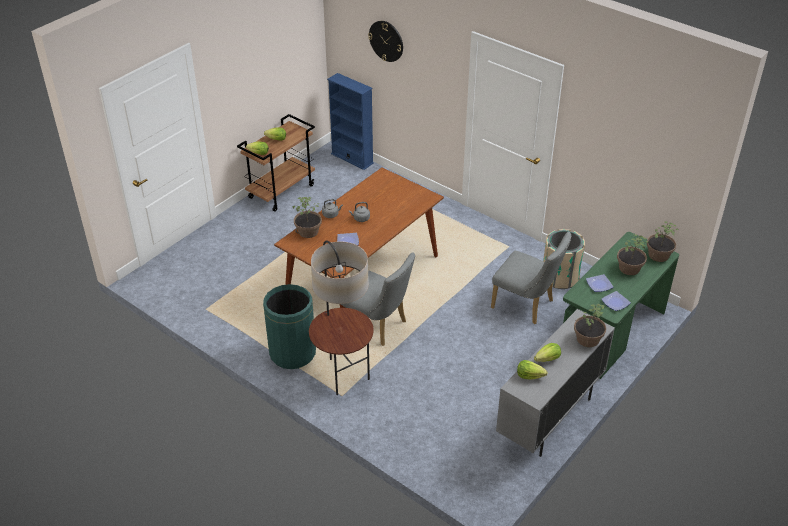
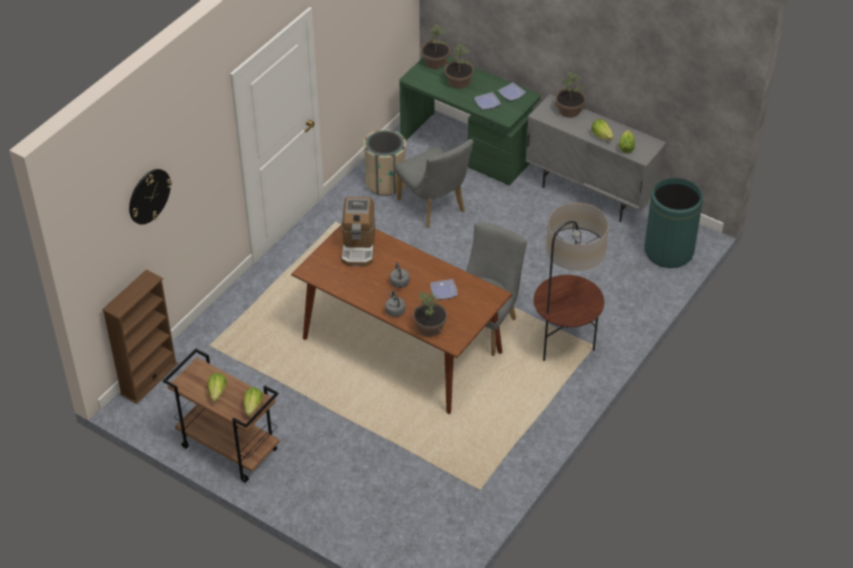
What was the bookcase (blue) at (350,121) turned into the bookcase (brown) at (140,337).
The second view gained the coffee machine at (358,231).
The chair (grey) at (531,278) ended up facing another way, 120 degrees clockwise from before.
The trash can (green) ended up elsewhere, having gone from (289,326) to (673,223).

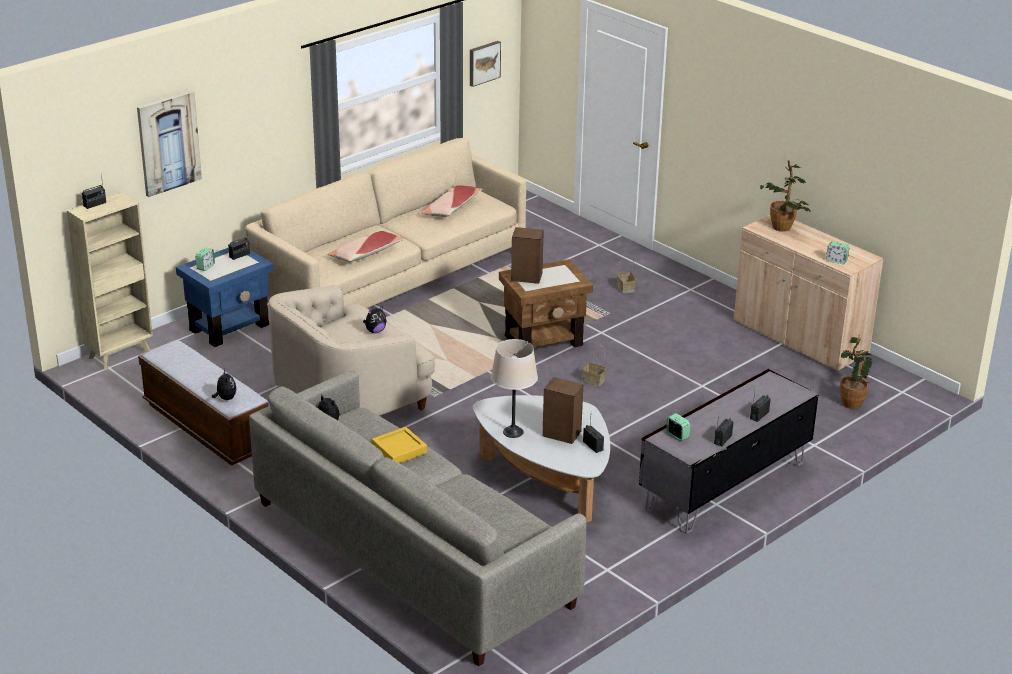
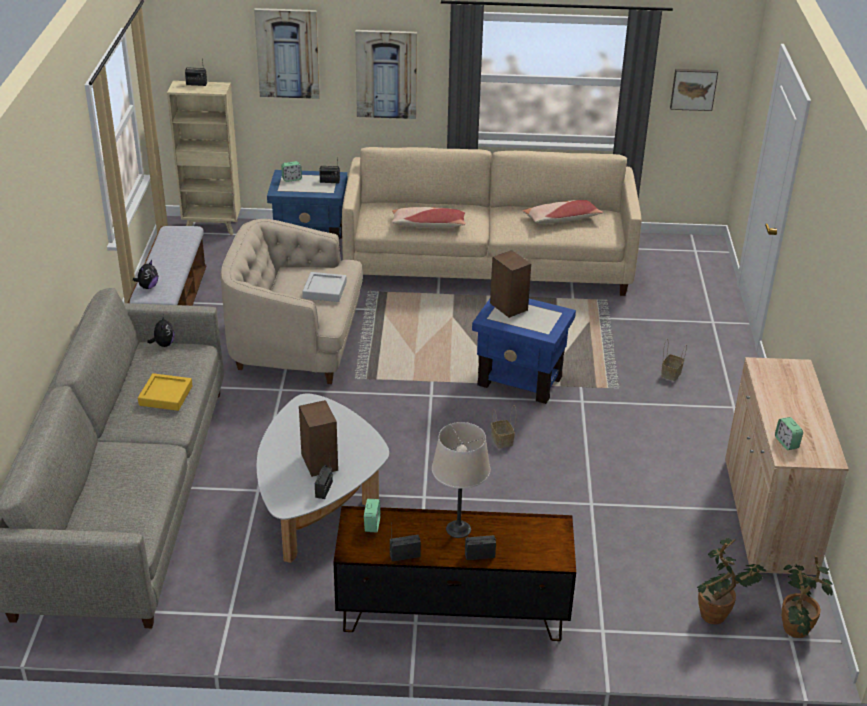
Where the plush toy stood at (374,319), the tray (grey) came to stand at (324,287).
What was the tv stand (grey) at (729,451) turned into the tv stand (brown) at (454,573).
The second view gained the picture at (386,74).
The table lamp (beige) ended up elsewhere, having gone from (514,388) to (461,480).
What was the side table (brown) at (546,303) turned into the side table (blue) at (524,351).
The potted plant ended up elsewhere, having gone from (785,196) to (807,597).

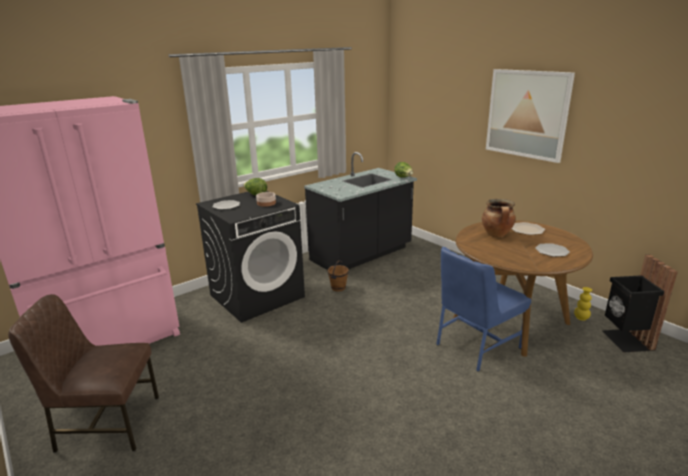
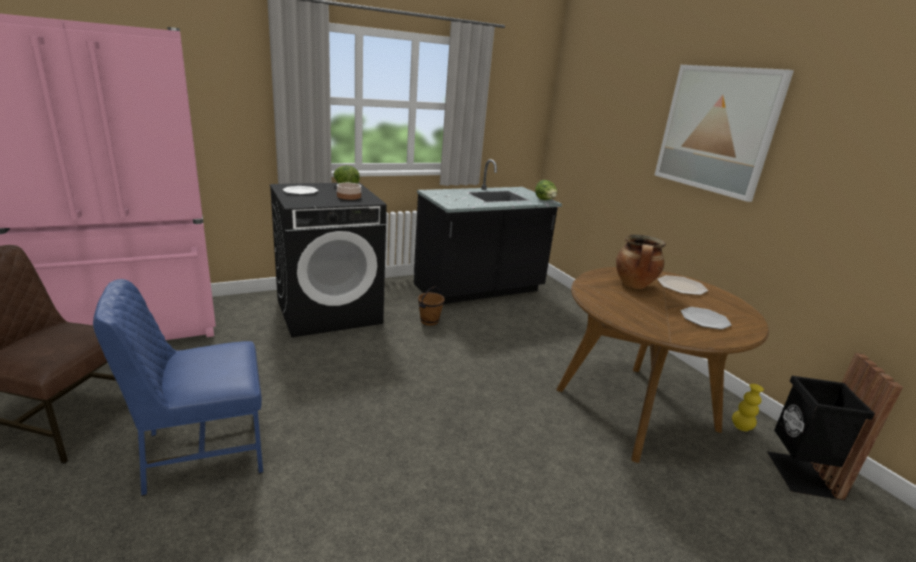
The chair (blue) ended up elsewhere, having gone from (483,309) to (178,387).

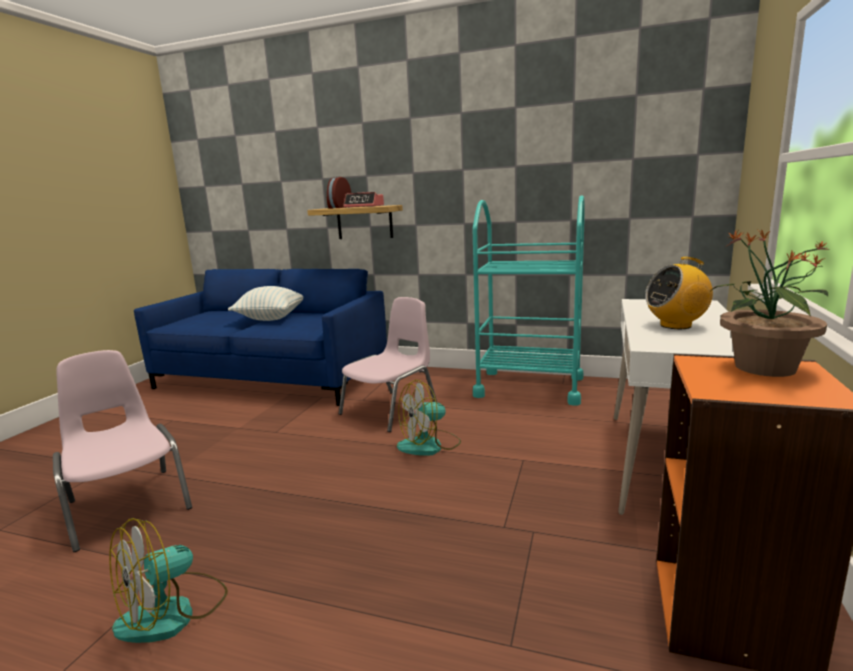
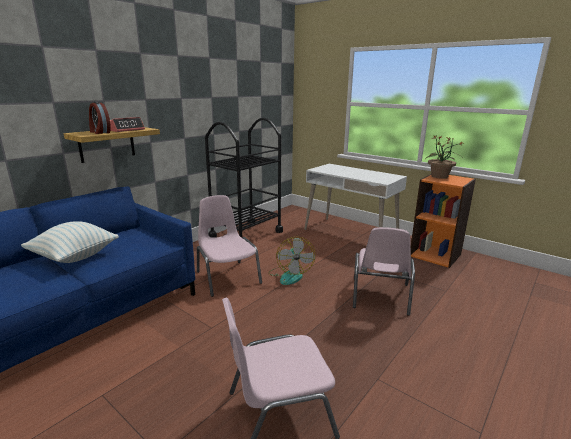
What was the cart (turquoise) at (528,300) turned into the cart (black) at (244,178).
The second view gained the chair (pink) at (384,271).
The second view lost the fan at (168,580).
The second view lost the radio at (679,293).

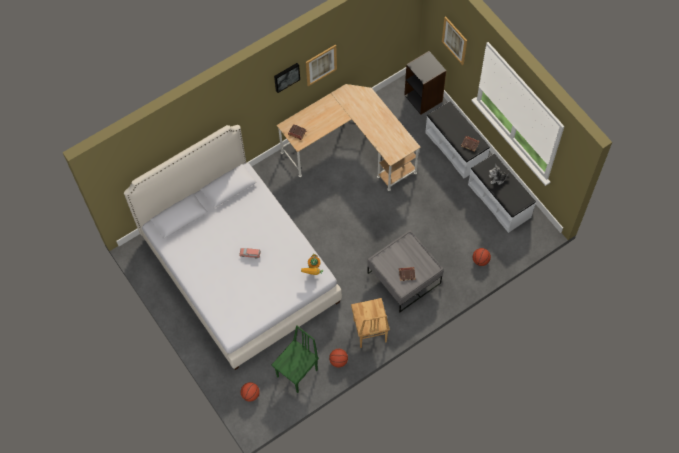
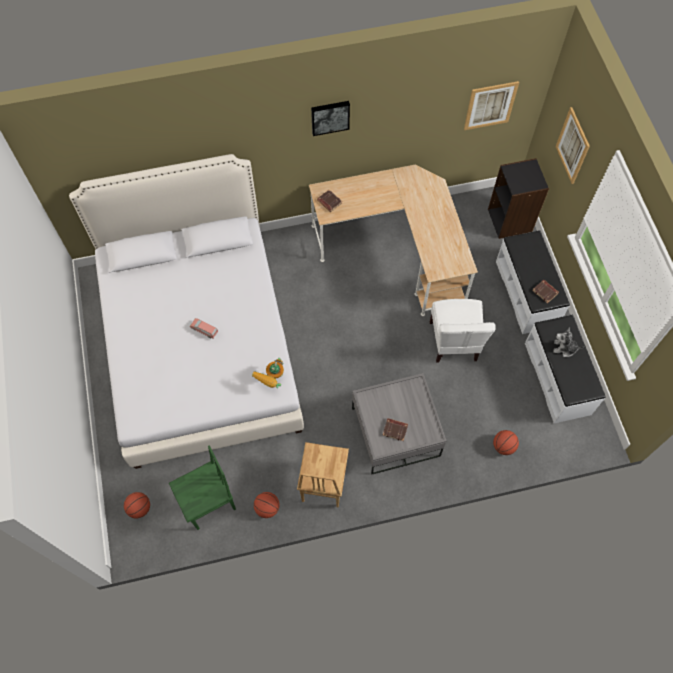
The second view gained the chair (white) at (463,331).
The picture ended up elsewhere, having gone from (321,65) to (491,105).

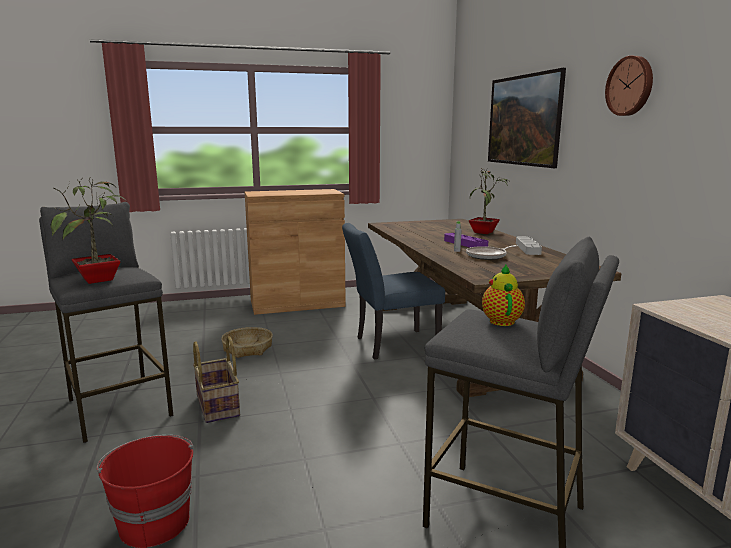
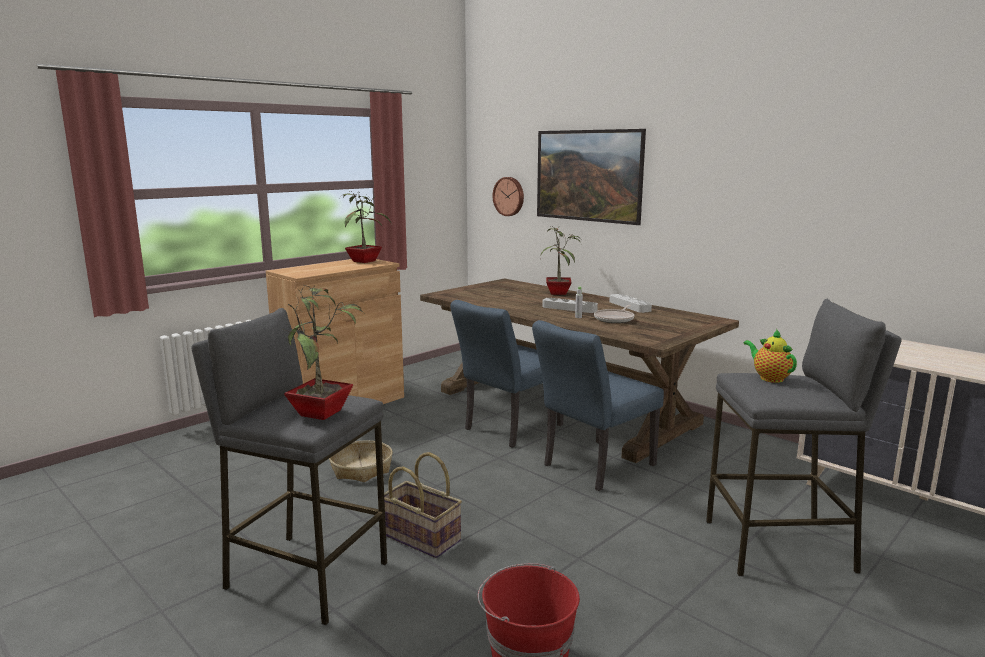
The second view gained the potted plant at (366,227).
The wall clock ended up elsewhere, having gone from (629,86) to (508,196).
The second view gained the chair (blue) at (598,405).
What was the tray (purple) at (466,240) turned into the tray (grey) at (570,305).

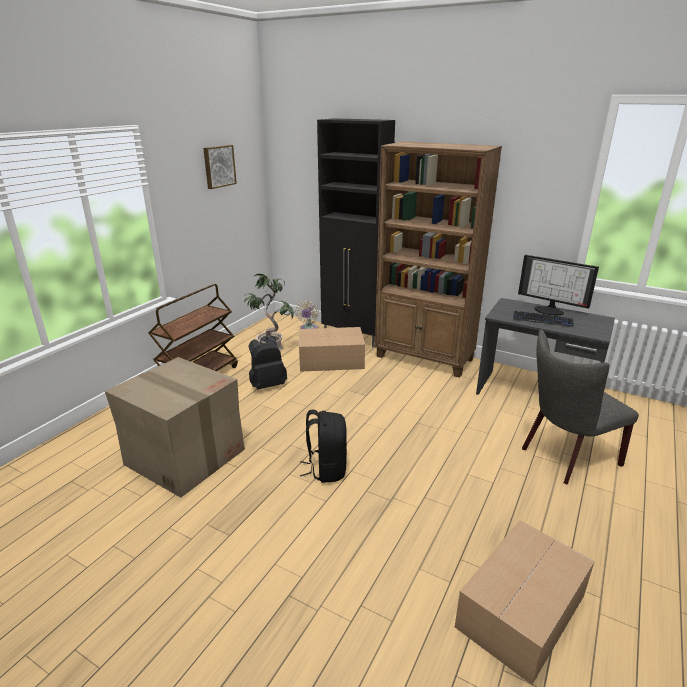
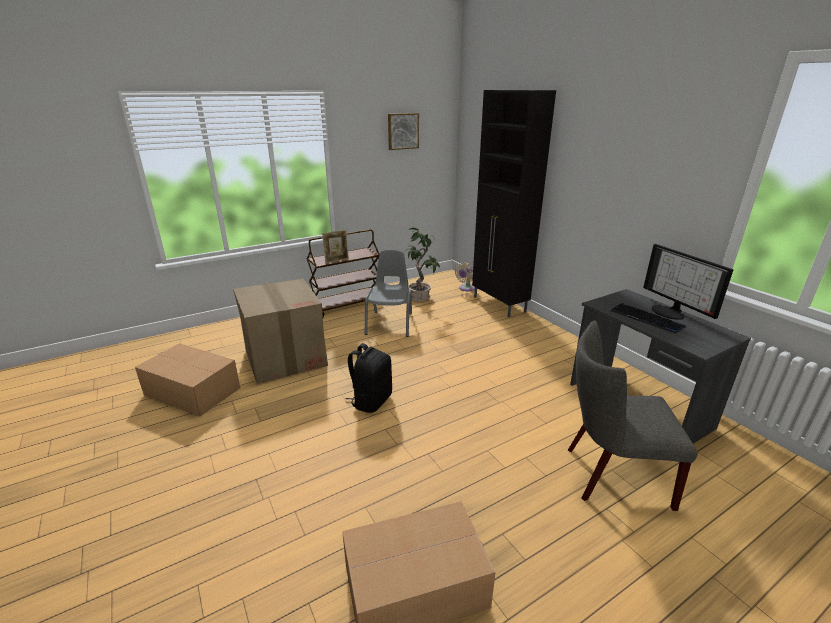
The cardboard box ended up elsewhere, having gone from (332,349) to (187,379).
The second view gained the picture frame at (335,246).
Where the backpack (black) stood at (267,363), the chair (grey) came to stand at (388,293).
The second view lost the bookcase (brown) at (438,259).

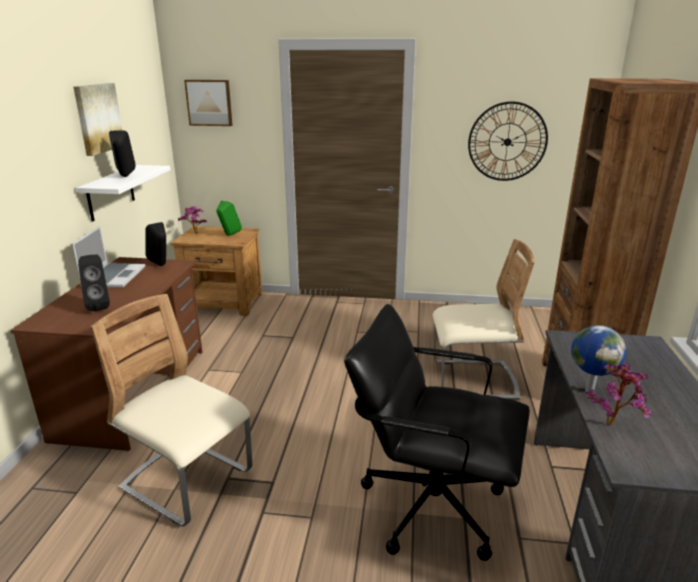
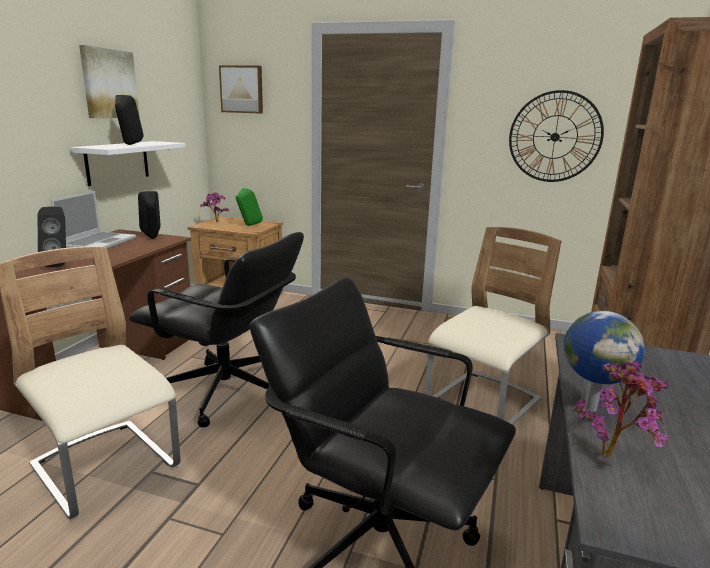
The second view gained the office chair (black) at (216,330).
The chair (beige) at (484,319) ended up facing another way, 60 degrees counterclockwise from before.

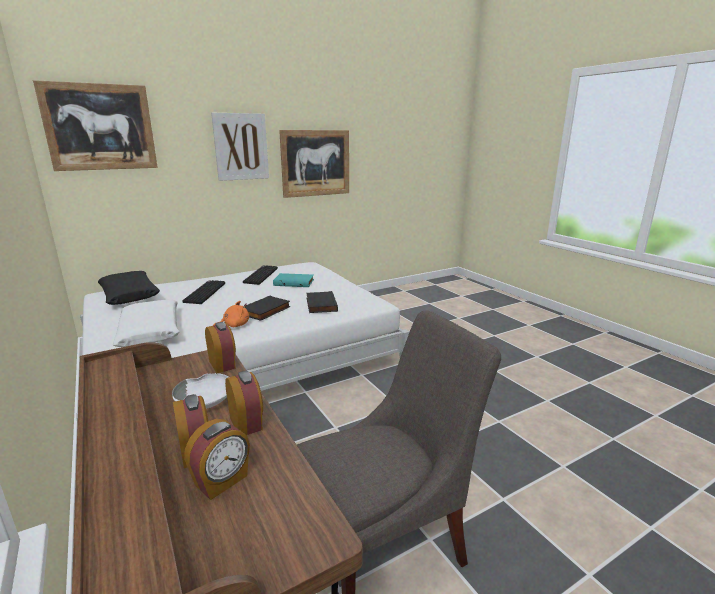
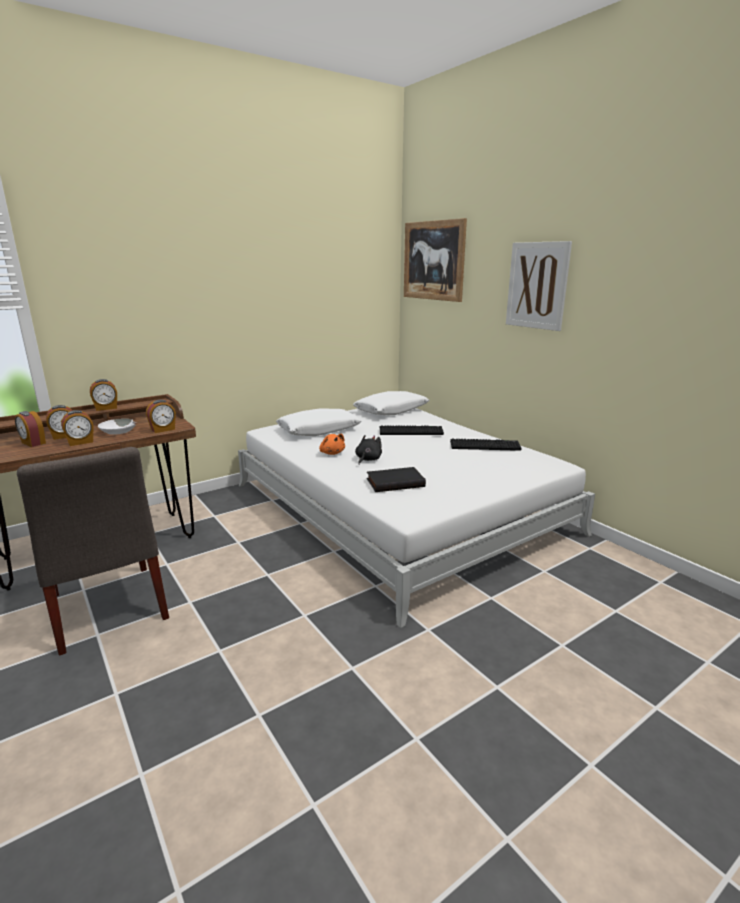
The second view gained the alarm clock at (103,395).
What was the pillow (black) at (129,288) turned into the pillow (white) at (391,403).
Where the book (black) stood at (268,308), the plush toy (black) came to stand at (368,449).
The second view lost the book (turquoise) at (293,280).
The second view lost the picture at (314,164).

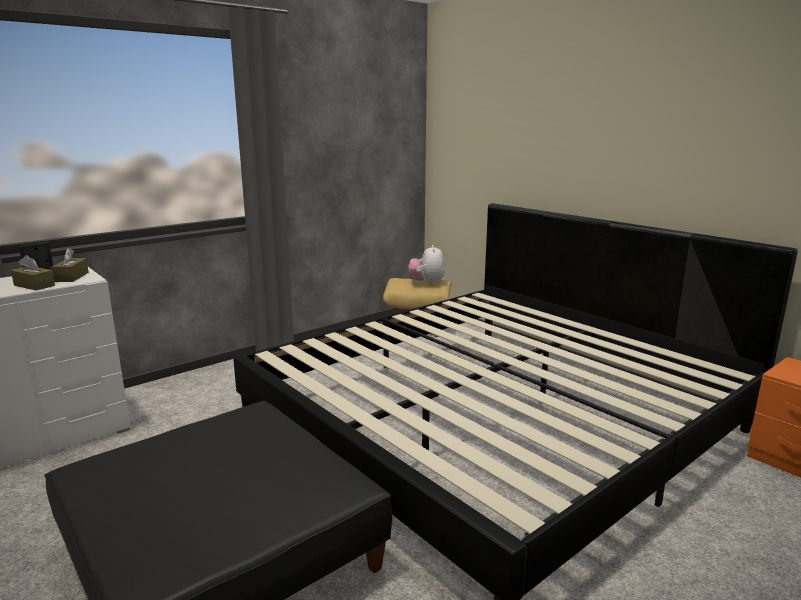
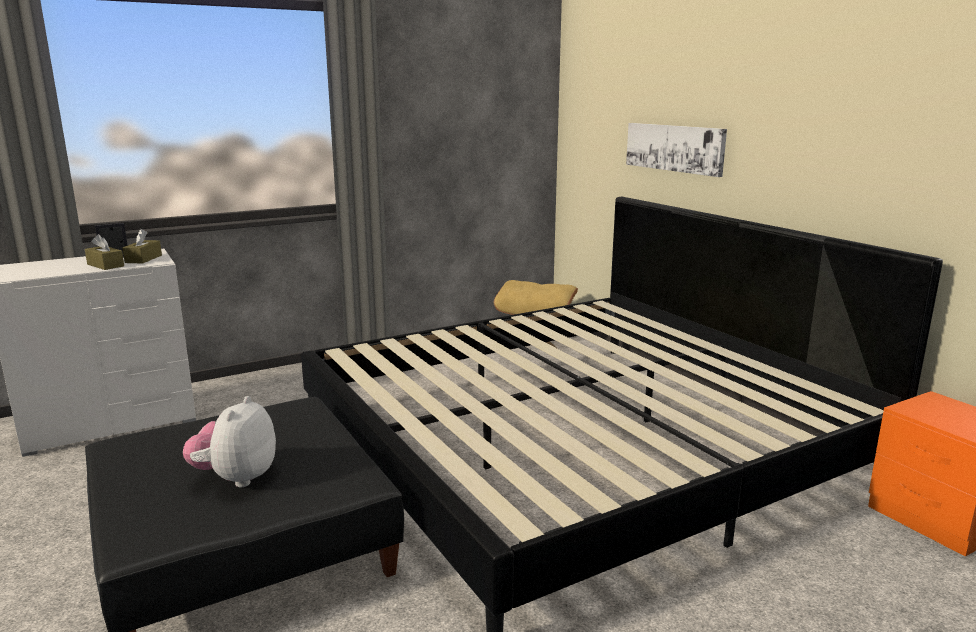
The plush toy ended up elsewhere, having gone from (427,264) to (229,441).
The second view gained the picture at (676,150).

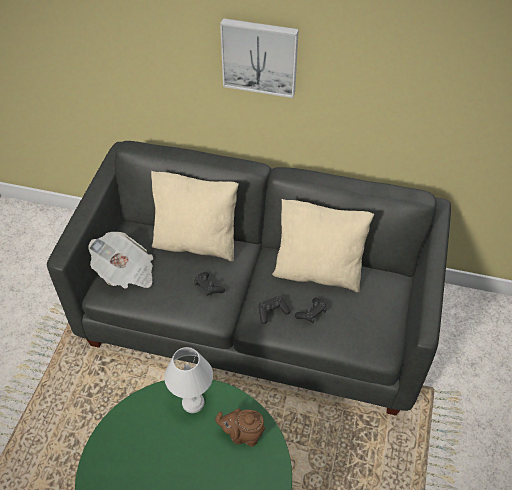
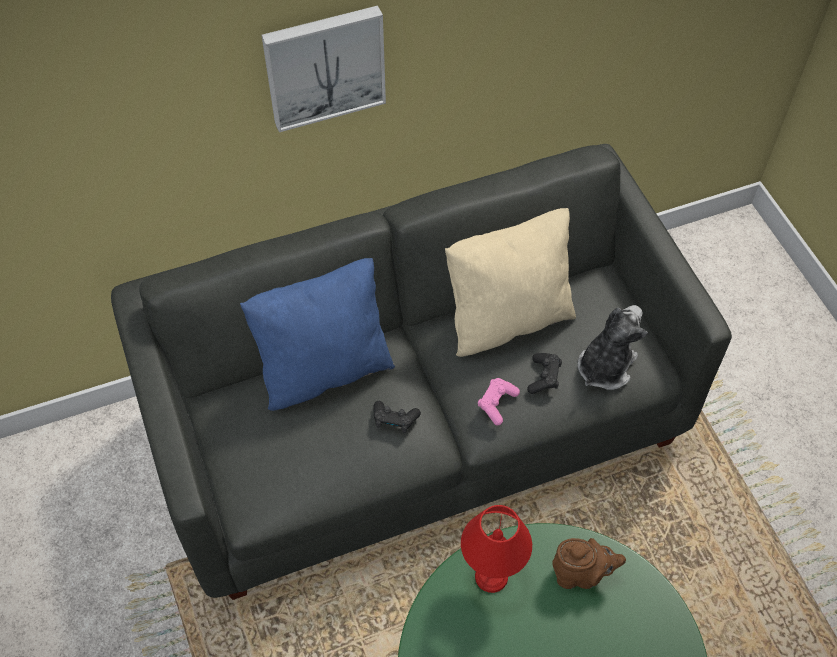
What was the pillow (beige) at (195,216) turned into the pillow (blue) at (317,334).
What was the table lamp (white) at (188,380) turned into the table lamp (red) at (496,549).
What was the game controller (black) at (274,310) turned into the game controller (pink) at (499,401).
The teapot (brown) at (240,427) ended up facing another way, 150 degrees counterclockwise from before.
The second view gained the plush toy at (612,347).
The second view lost the newspaper at (120,260).

